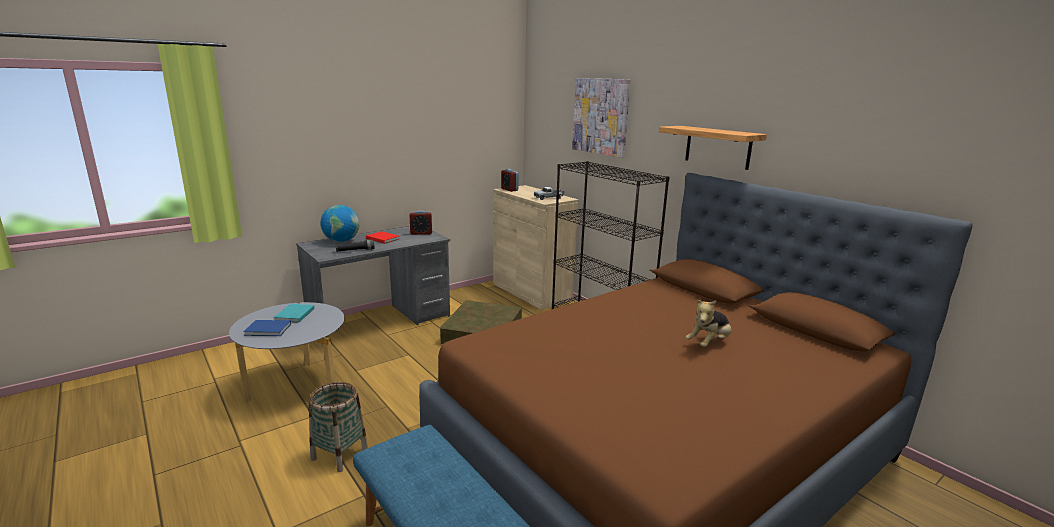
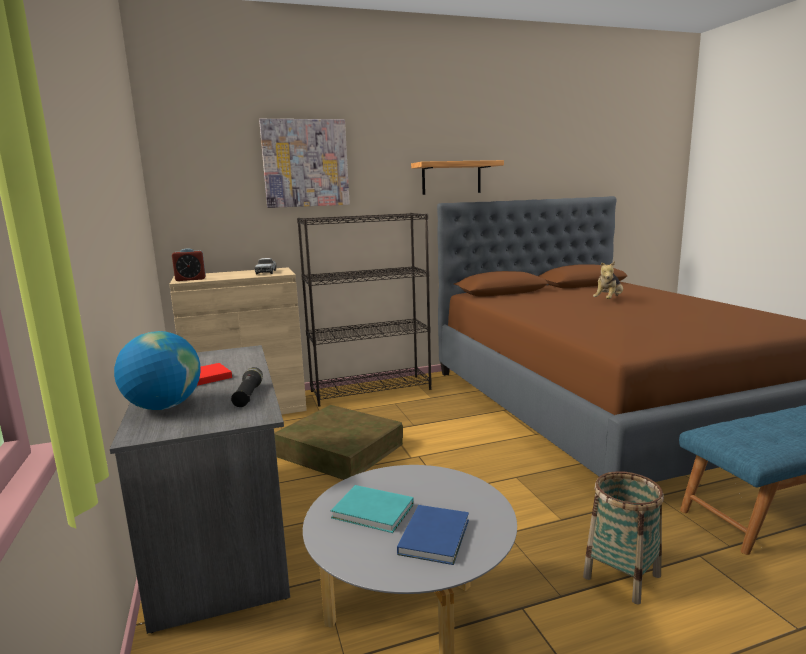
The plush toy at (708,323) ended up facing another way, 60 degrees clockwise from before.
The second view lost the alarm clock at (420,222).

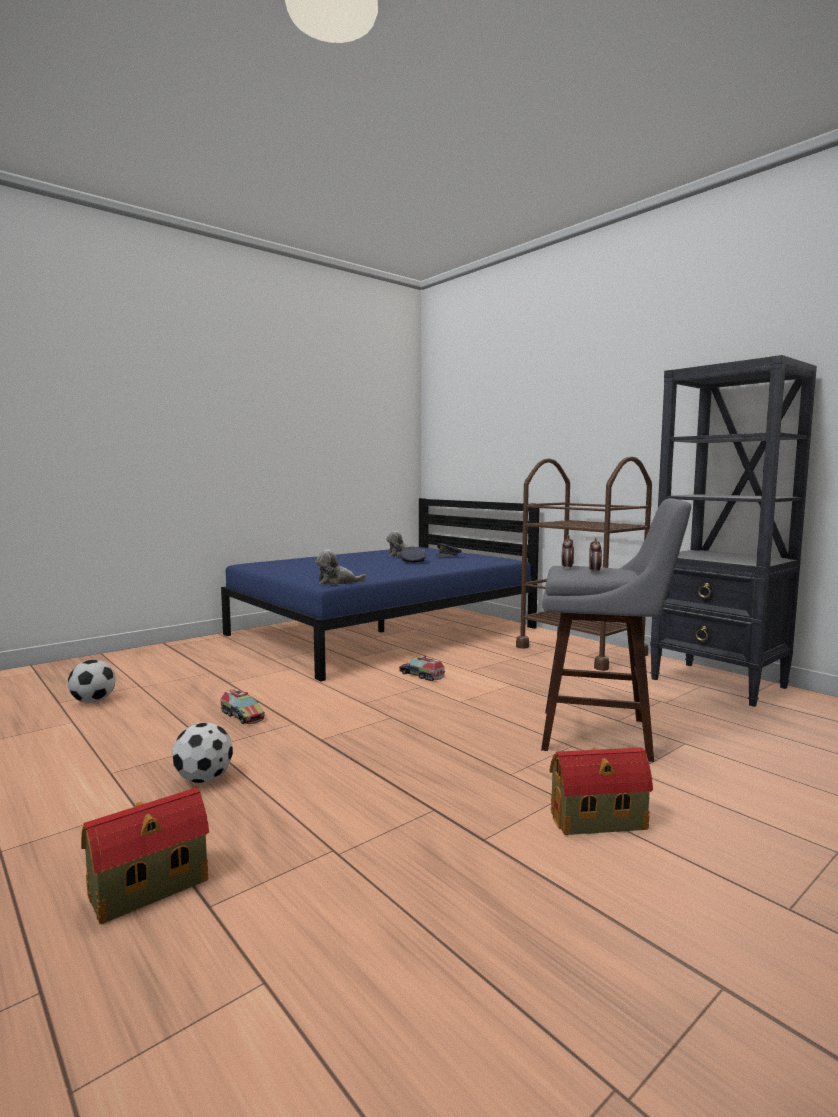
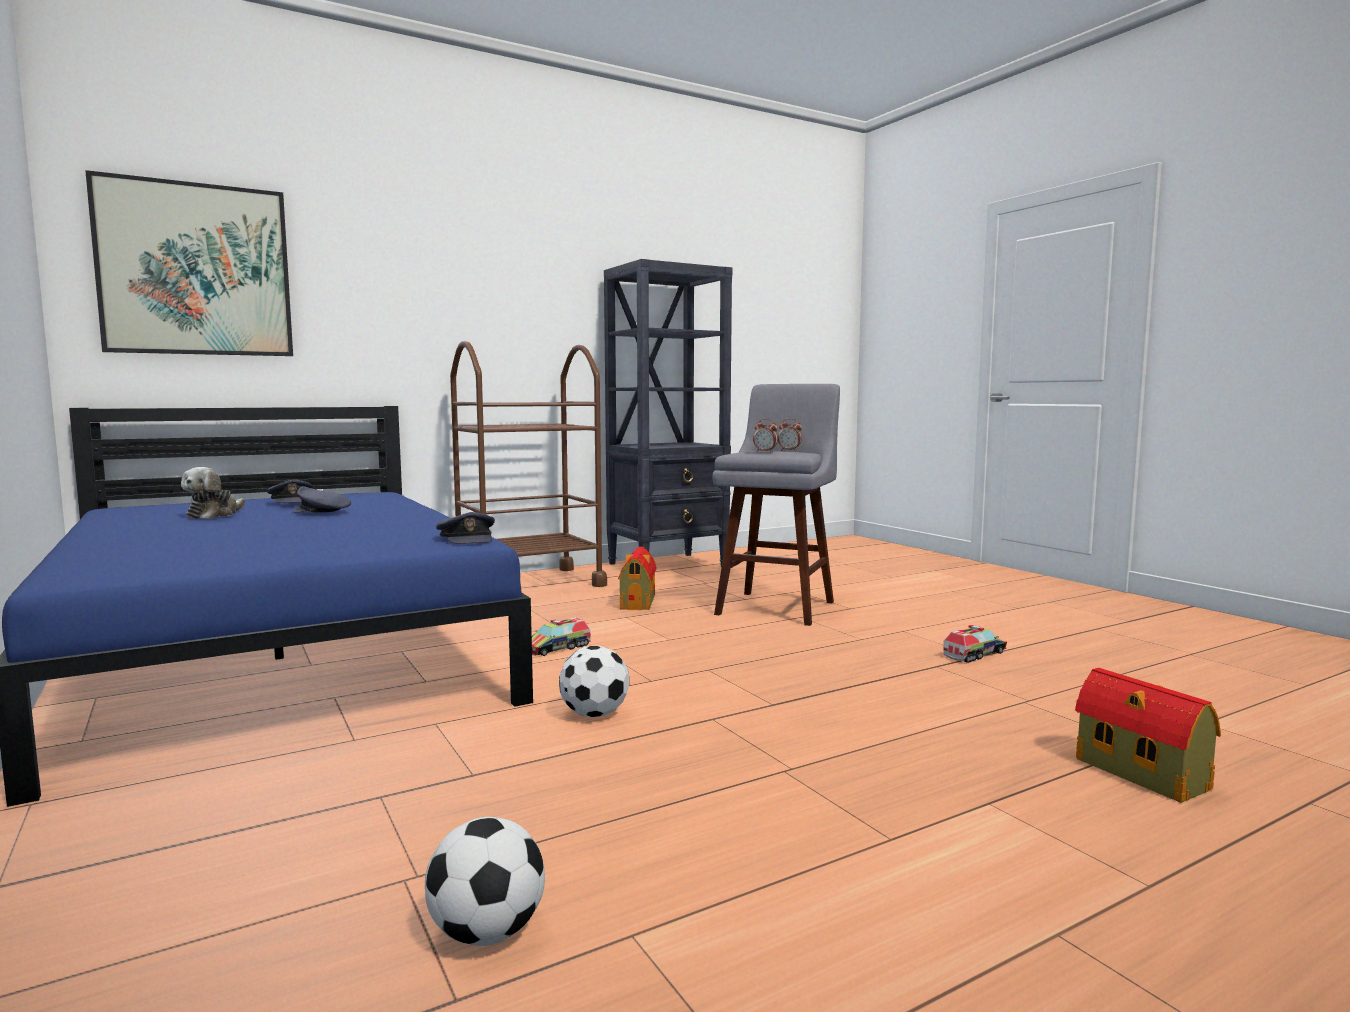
The second view gained the picture at (189,263).
Where the plush toy stood at (341,567), the cap (grey) came to stand at (465,528).
The football ended up elsewhere, having gone from (202,753) to (594,681).
The toy house ended up elsewhere, having gone from (601,791) to (637,578).
The toy truck ended up elsewhere, having gone from (242,706) to (975,644).

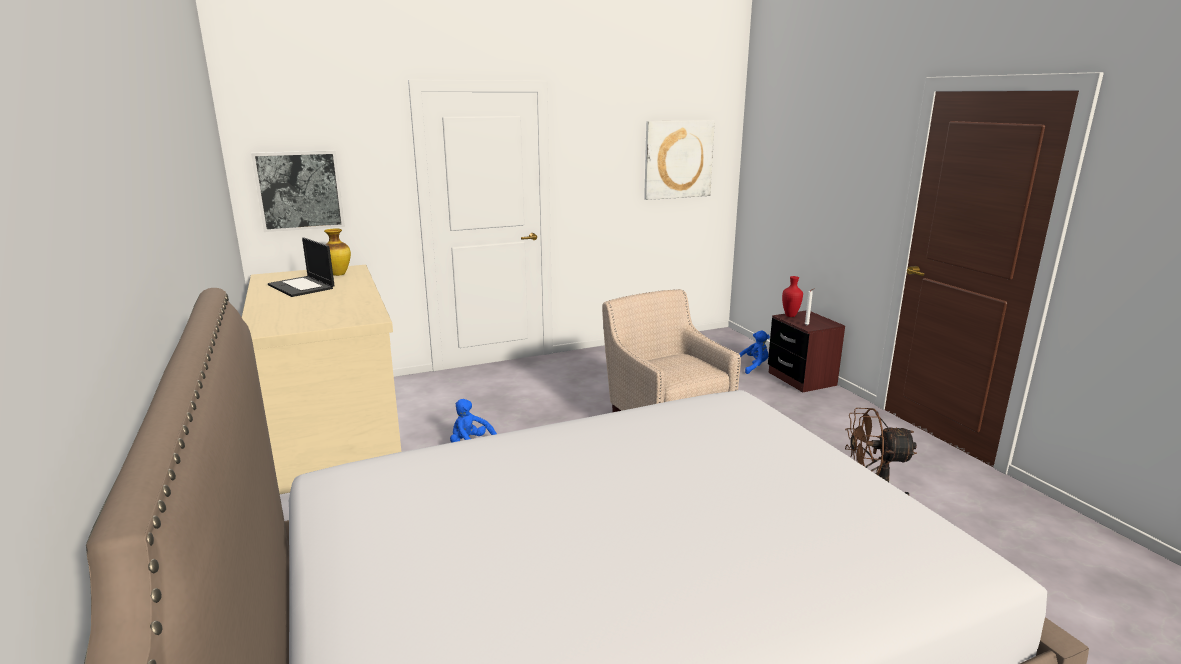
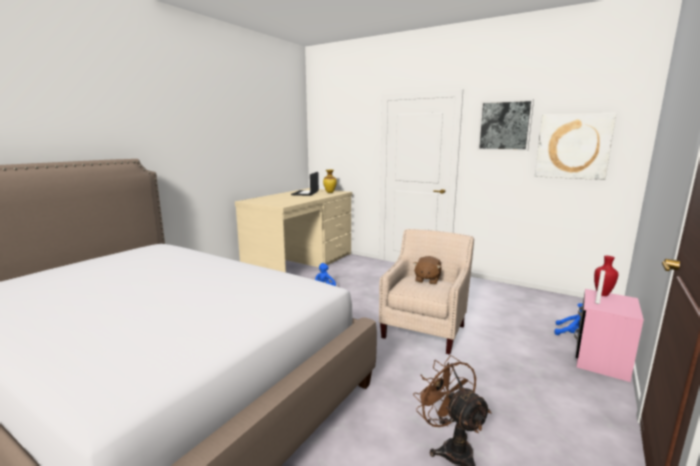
The second view gained the plush toy (brown) at (427,270).
The picture ended up elsewhere, having gone from (298,191) to (505,125).
What was the nightstand (brown) at (806,351) turned into the nightstand (pink) at (609,335).

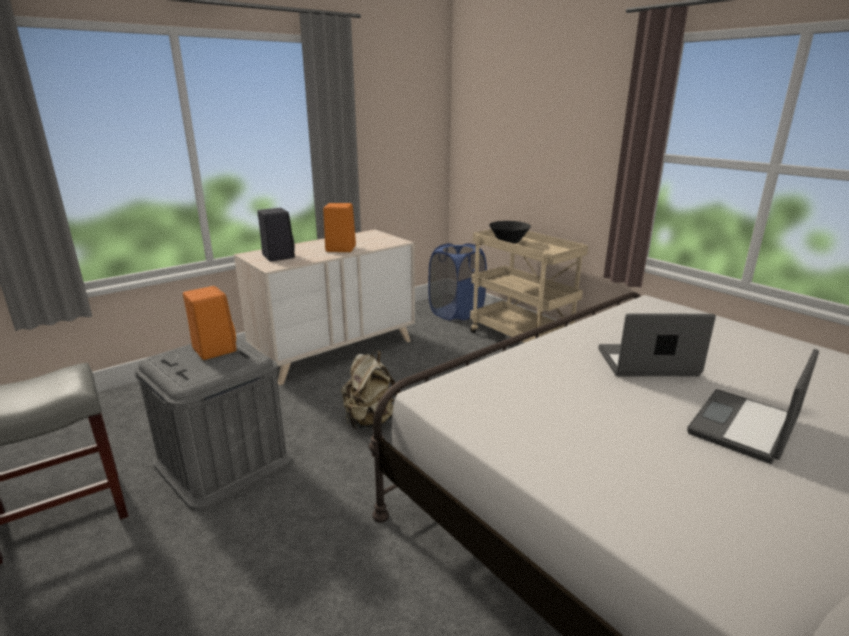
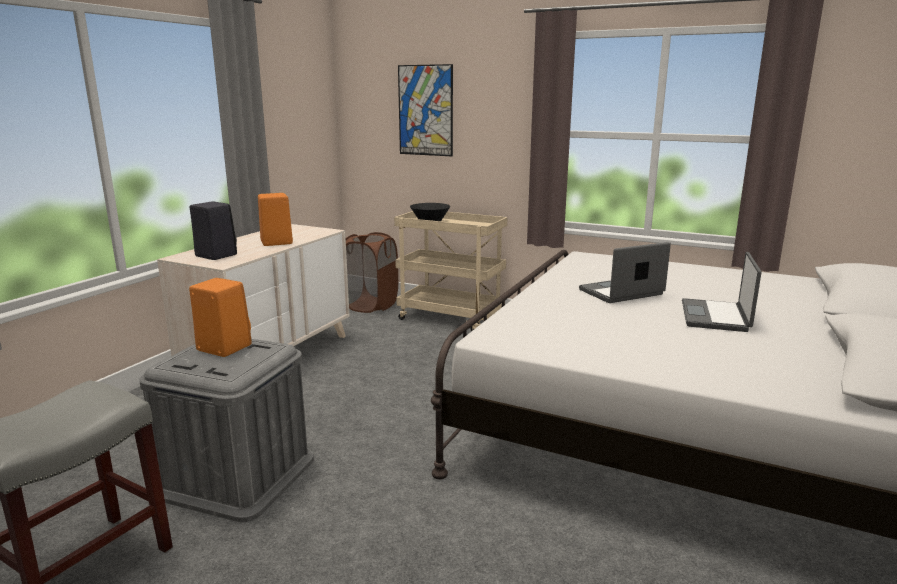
What was the laundry basket (blue) at (458,281) turned into the laundry basket (brown) at (372,272).
The second view gained the picture at (425,110).
The second view lost the backpack (beige) at (371,390).

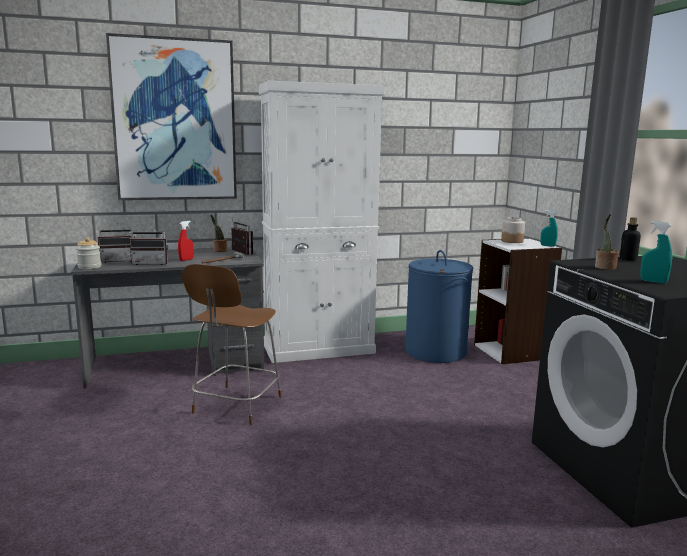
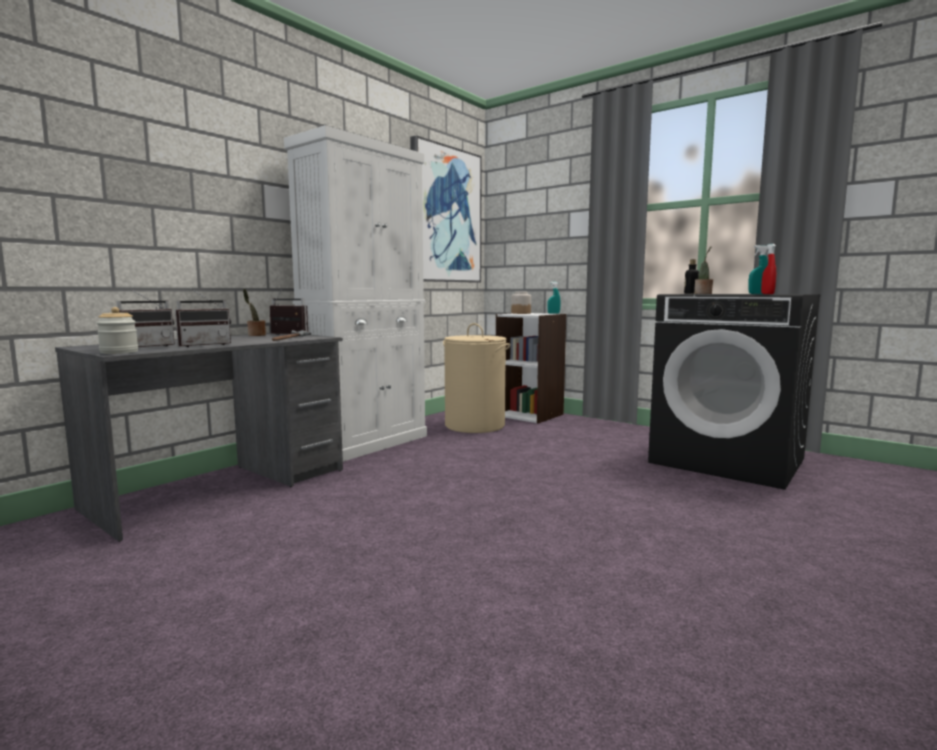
The picture ended up elsewhere, having gone from (171,116) to (446,208).
What was the laundry basket (blue) at (439,306) turned into the laundry basket (beige) at (476,378).
The spray bottle (red) ended up elsewhere, having gone from (186,241) to (768,269).
The second view lost the chair (brown) at (232,344).

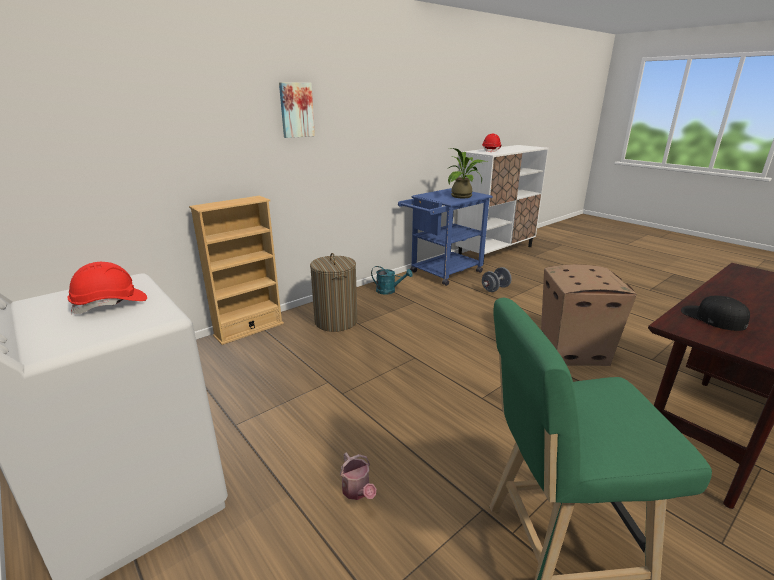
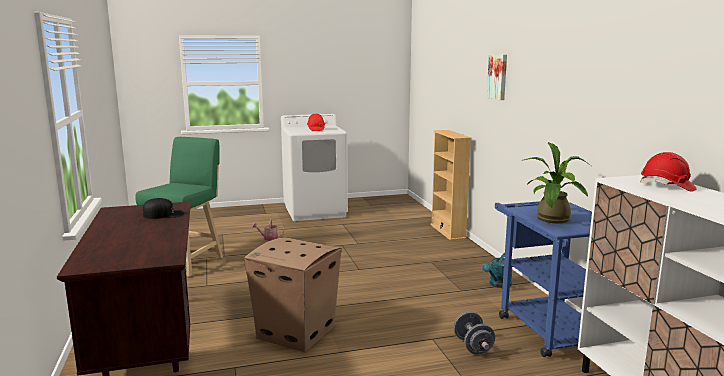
The second view lost the laundry basket at (333,292).

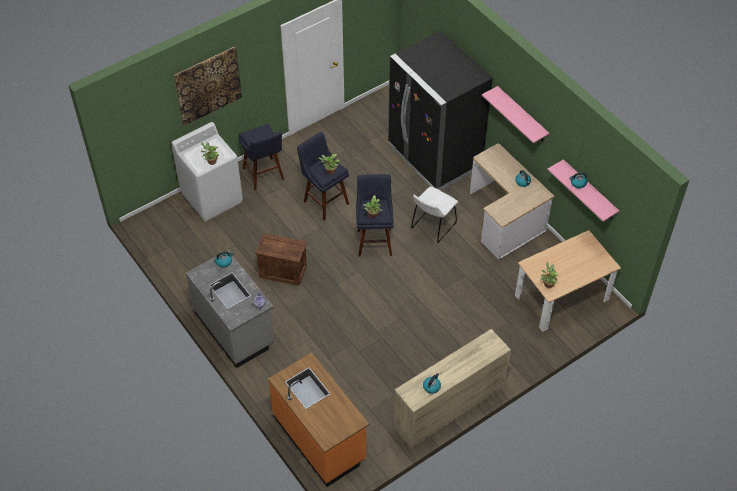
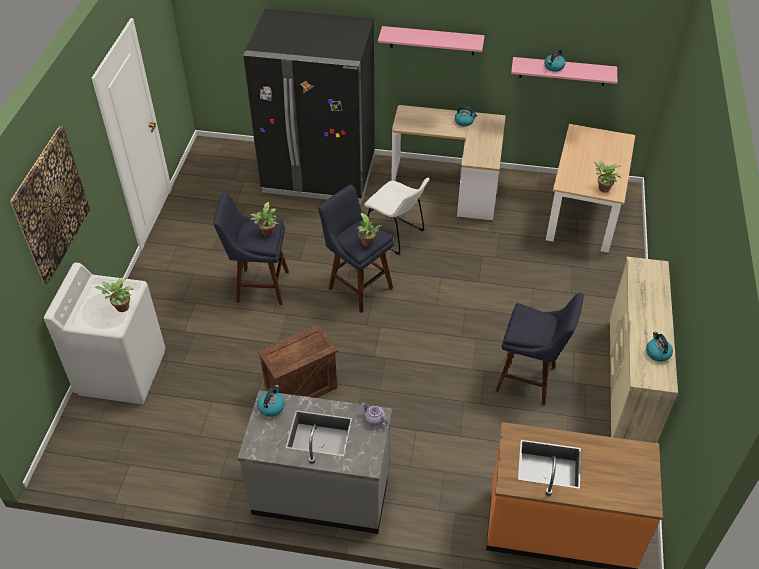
The chair (white) at (434,215) ended up facing another way, 45 degrees counterclockwise from before.
The stool (blue) ended up elsewhere, having gone from (261,157) to (540,349).

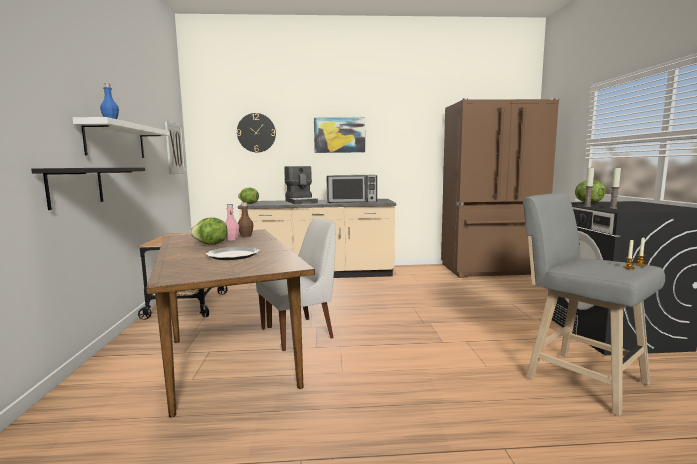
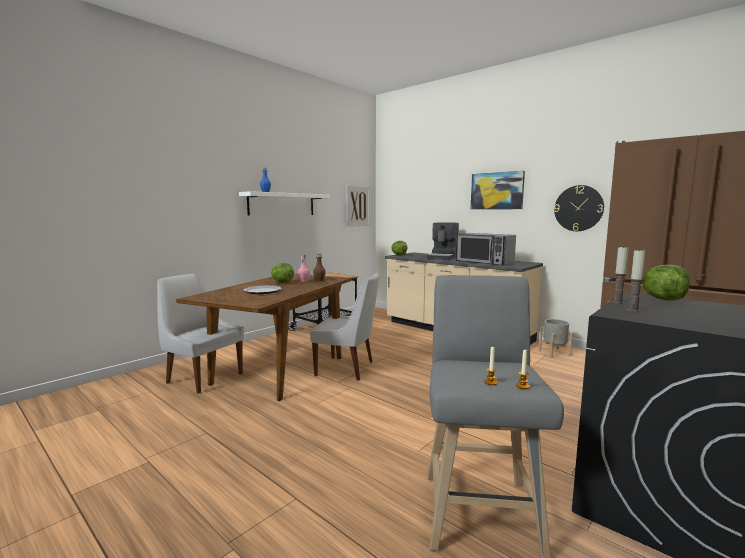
The second view gained the chair (white) at (200,334).
The second view gained the planter (grey) at (556,338).
The wall clock ended up elsewhere, having gone from (256,133) to (579,208).
The second view lost the shelf (black) at (88,188).

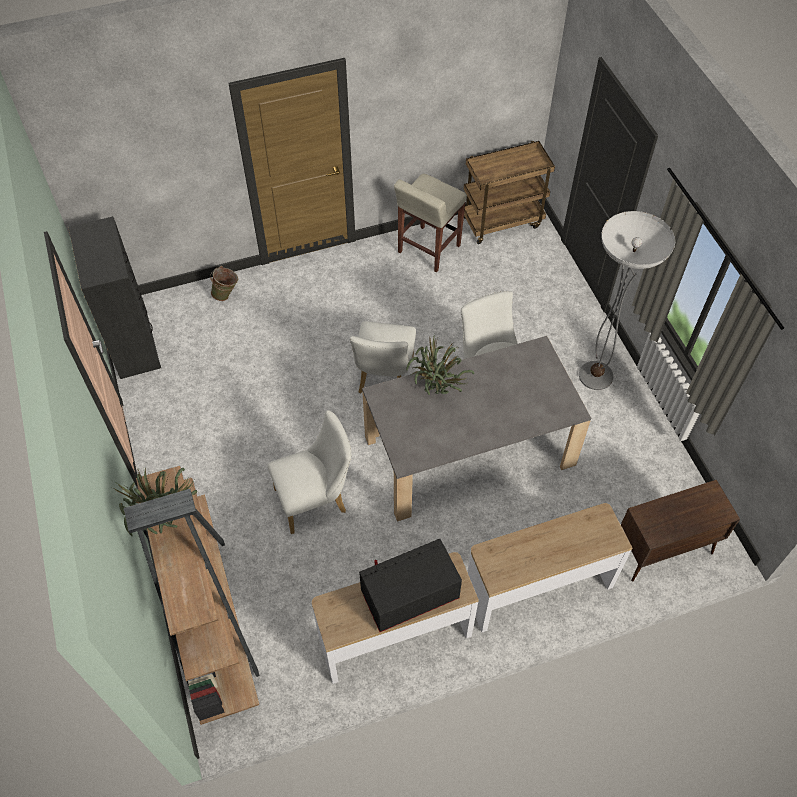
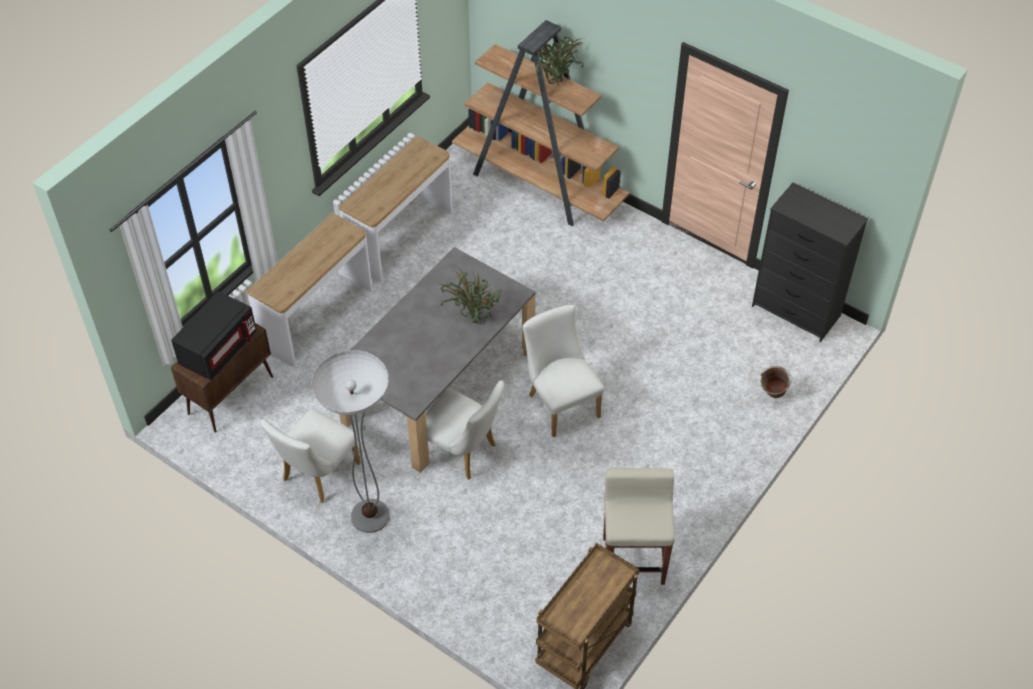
The microwave (black) ended up elsewhere, having gone from (410,585) to (214,335).
The chair (white) ended up elsewhere, having gone from (309,472) to (310,455).

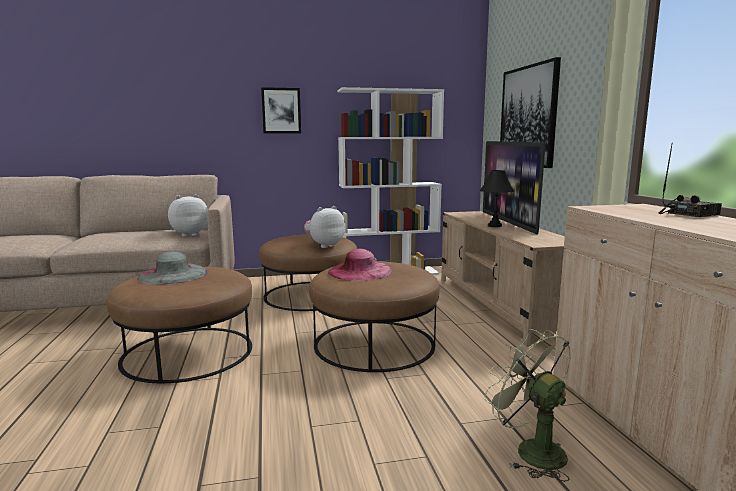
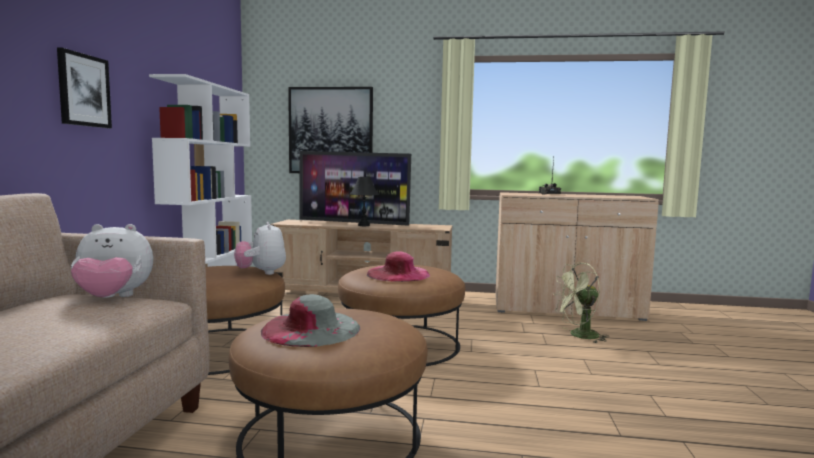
The plush toy at (188,215) ended up facing another way, 90 degrees counterclockwise from before.

